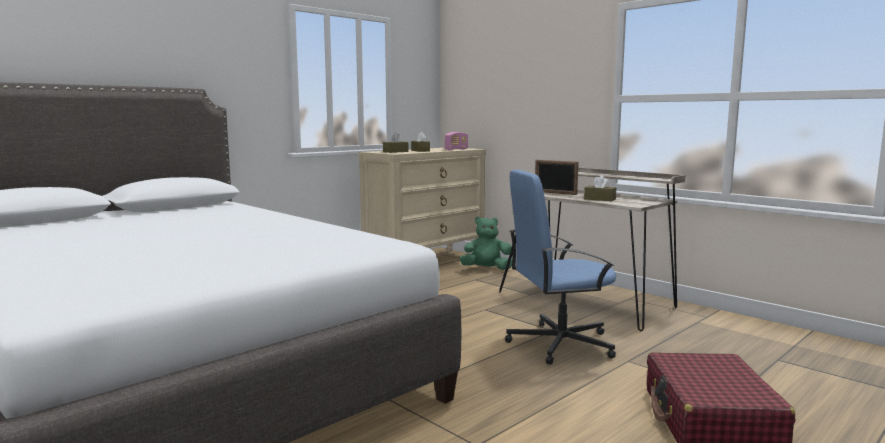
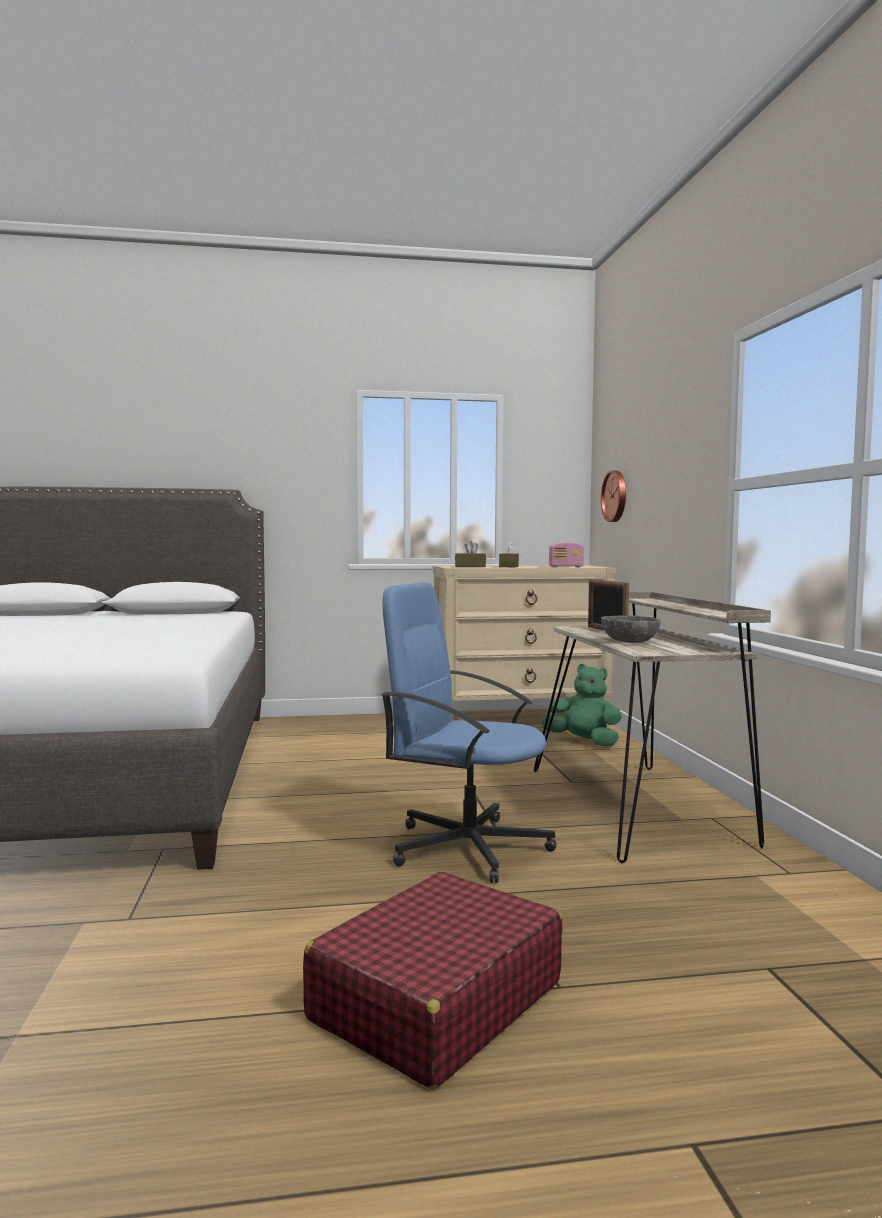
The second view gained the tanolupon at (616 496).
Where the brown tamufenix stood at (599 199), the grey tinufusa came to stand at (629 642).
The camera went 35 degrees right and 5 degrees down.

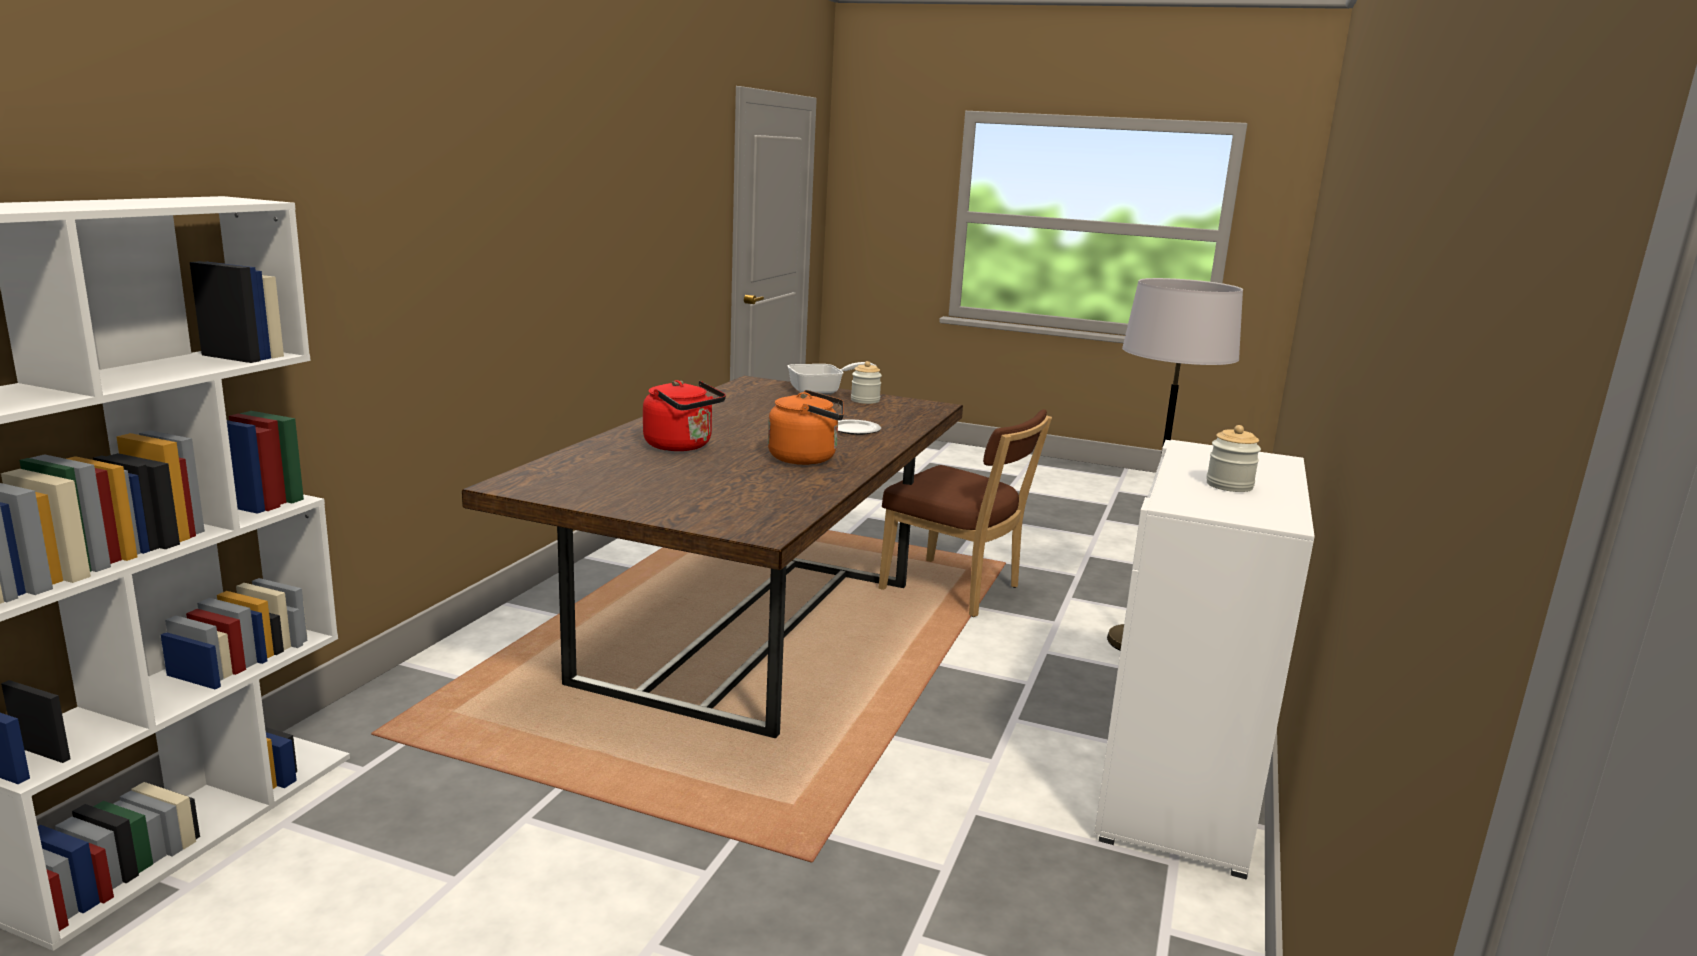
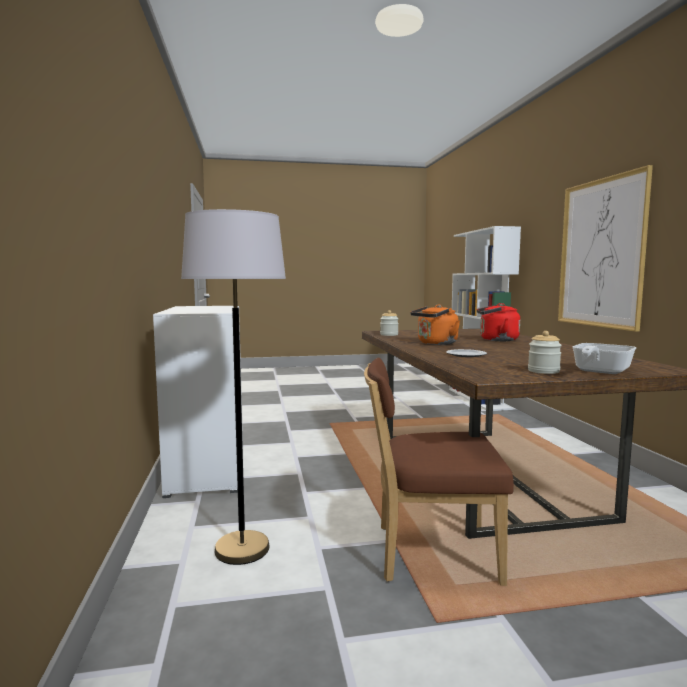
The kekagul ended up elsewhere, having gone from (1229 485) to (389 335).
The second view gained the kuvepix at (600 253).
The camera went 150 degrees right and 10 degrees down.

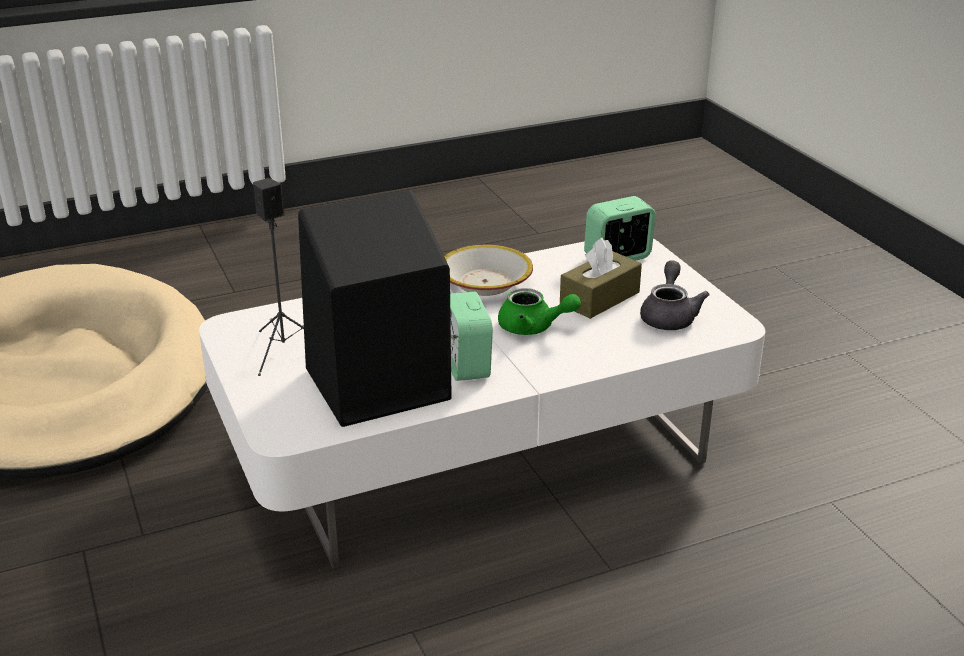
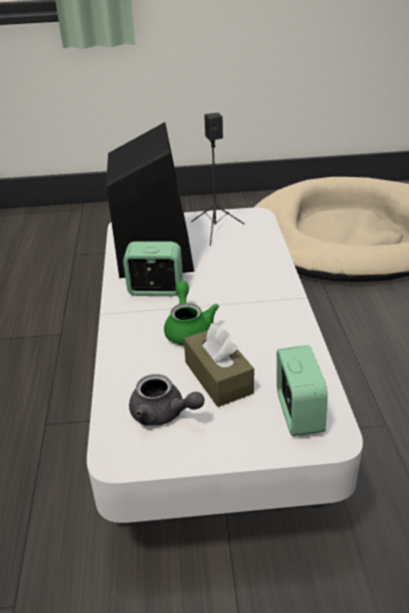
The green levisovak at (533 328) ended up facing another way, 135 degrees clockwise from before.
The second view lost the tinufusa at (485 283).
The camera went 110 degrees right and 5 degrees up.

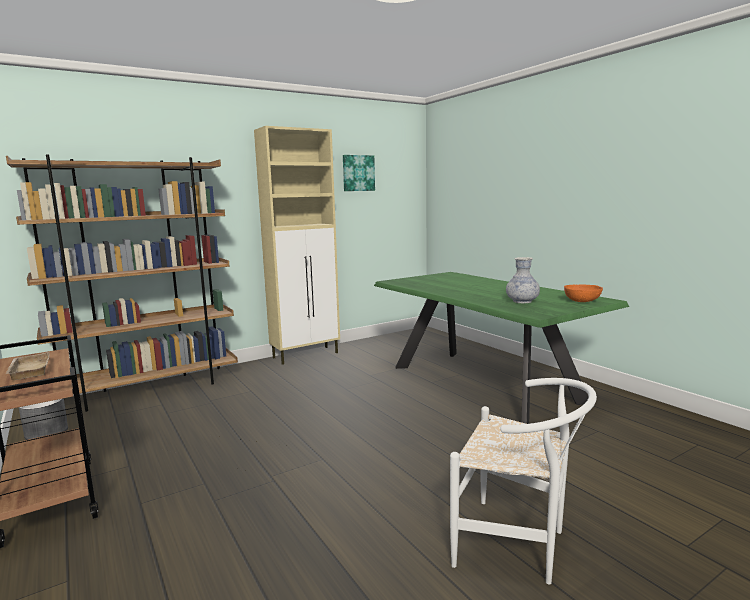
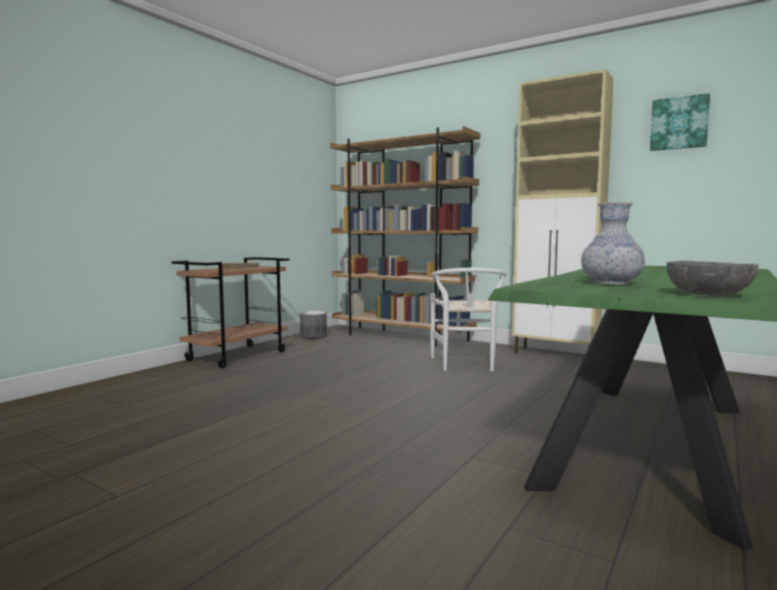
The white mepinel ended up elsewhere, having gone from (519 545) to (465 365).
What was the orange tinufusa at (582 301) turned into the grey tinufusa at (708 294).
The camera went 65 degrees right and 5 degrees down.

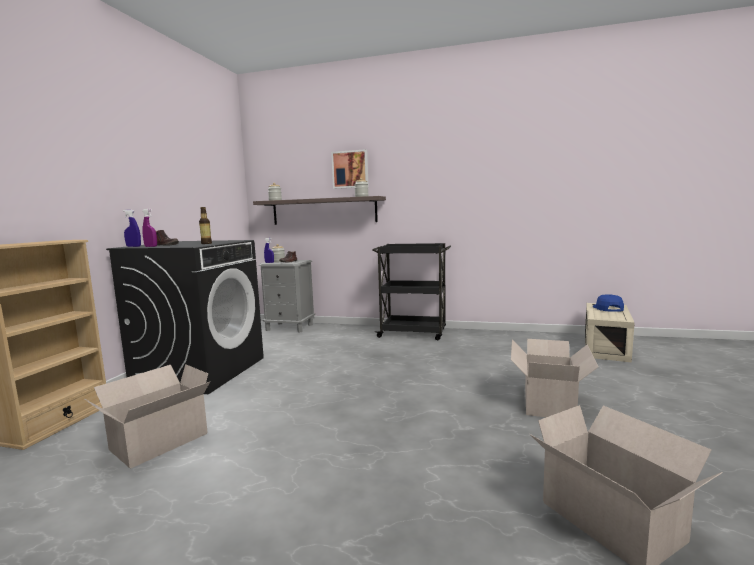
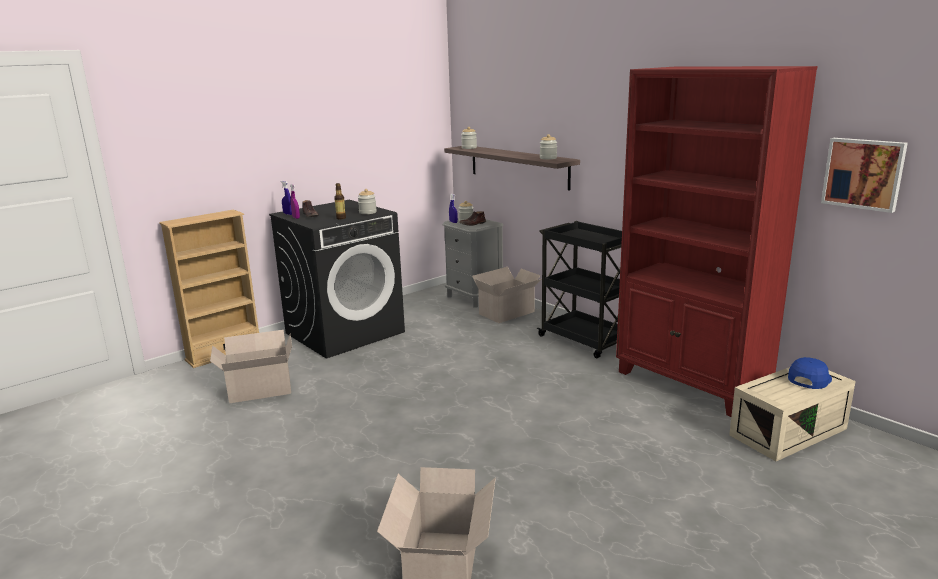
The second view gained the kekagul at (367 212).
The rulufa ended up elsewhere, having gone from (549 402) to (508 313).
The second view gained the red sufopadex at (691 384).
The kuvepix ended up elsewhere, having gone from (350 169) to (863 173).
The camera went 35 degrees right and 10 degrees up.

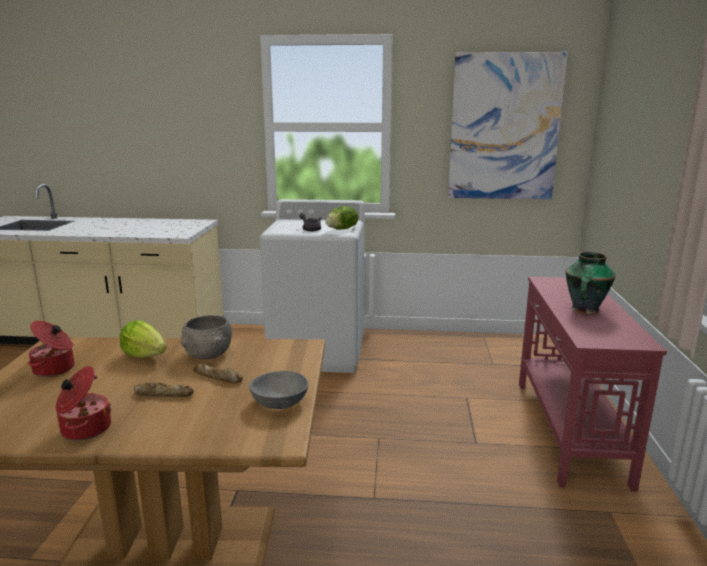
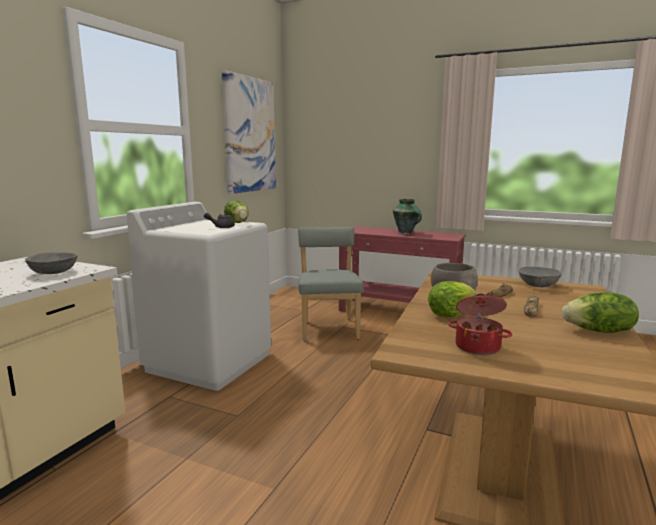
The second view gained the grey tinufusa at (53 272).
The second view gained the grey mepinel at (328 328).
Where the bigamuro stood at (84 429), the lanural came to stand at (599 331).
The camera went 70 degrees left and 5 degrees down.

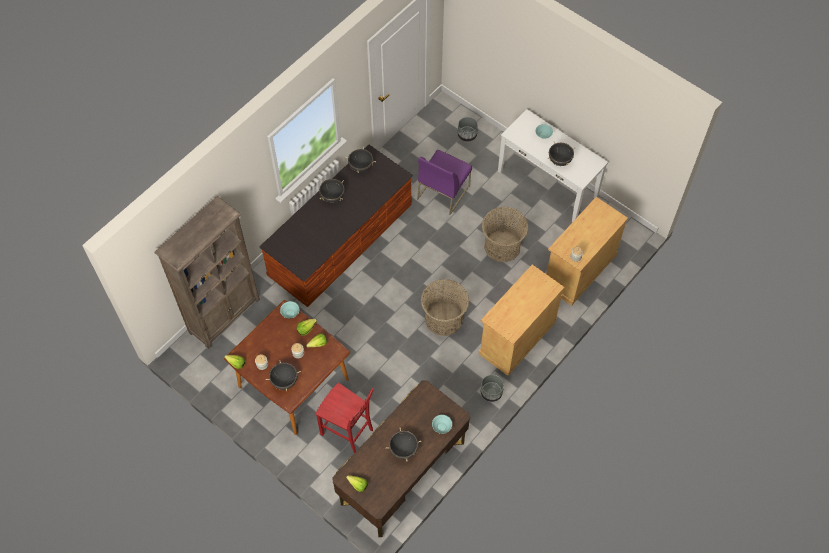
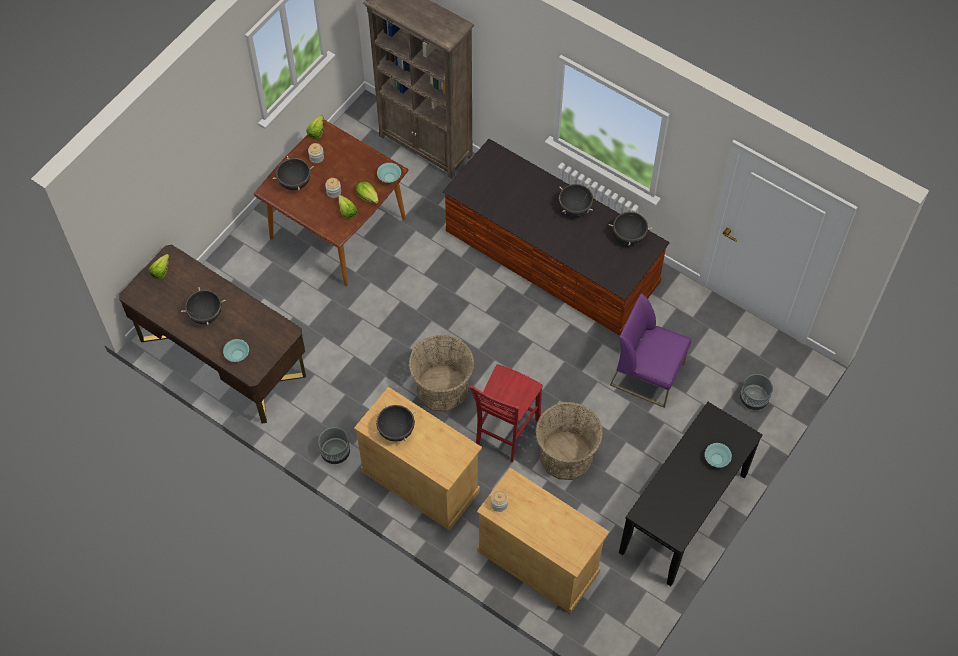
The black bigamuro ended up elsewhere, having gone from (559 160) to (396 430).
The red mepinel ended up elsewhere, having gone from (348 432) to (505 433).
What was the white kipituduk at (547 184) turned into the black kipituduk at (684 513).
The camera went 85 degrees right and 0 degrees up.

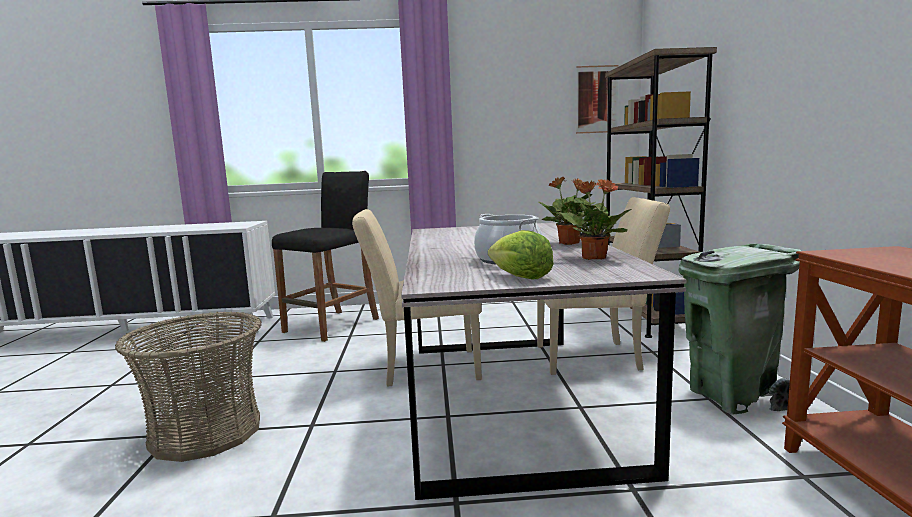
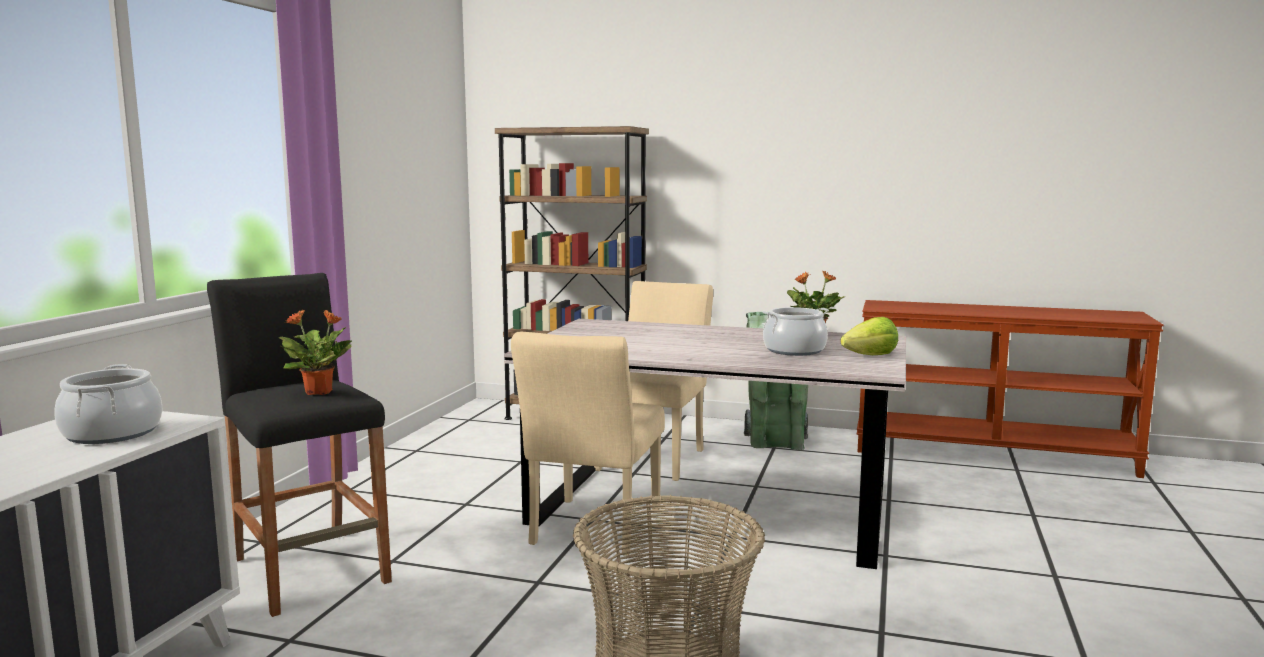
The second view gained the bigamuro at (111 433).
The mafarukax ended up elsewhere, having gone from (569 243) to (320 392).
The second view lost the kuvepix at (596 99).
The camera went 70 degrees left and 0 degrees up.

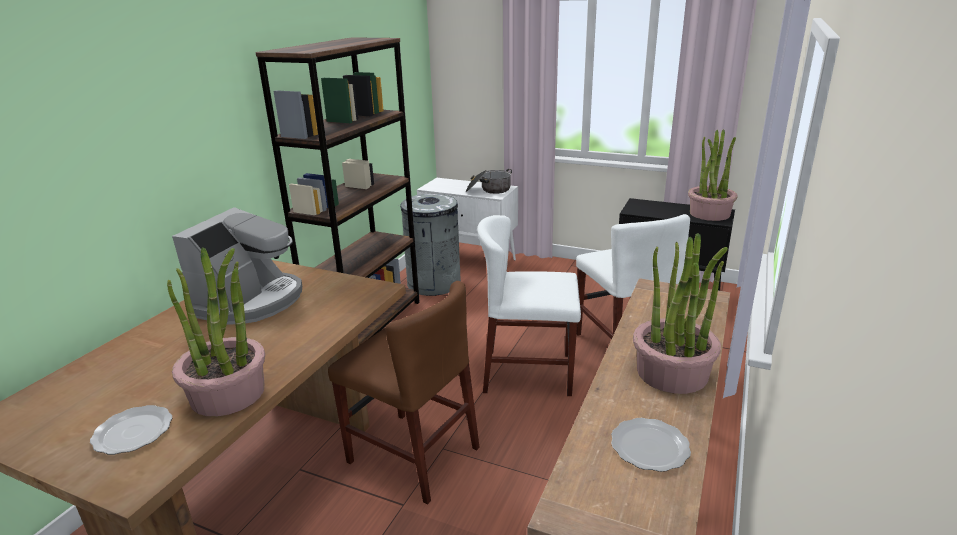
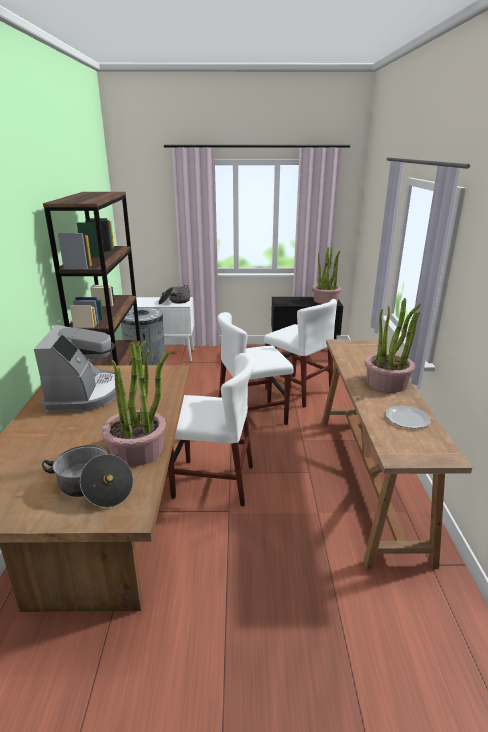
Where the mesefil stood at (134 431), the bigamuro came to stand at (93 487).
What was the brown mepinel at (413 455) turned into the white mepinel at (213 481).
The camera went 25 degrees left and 0 degrees up.

